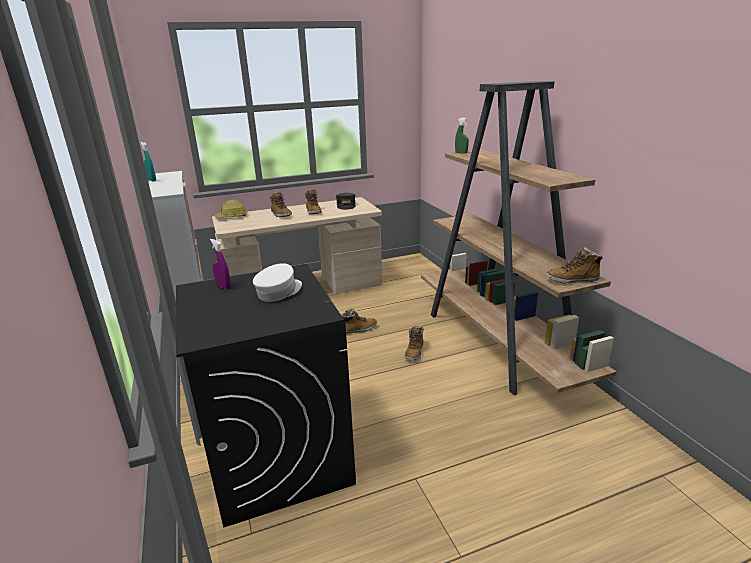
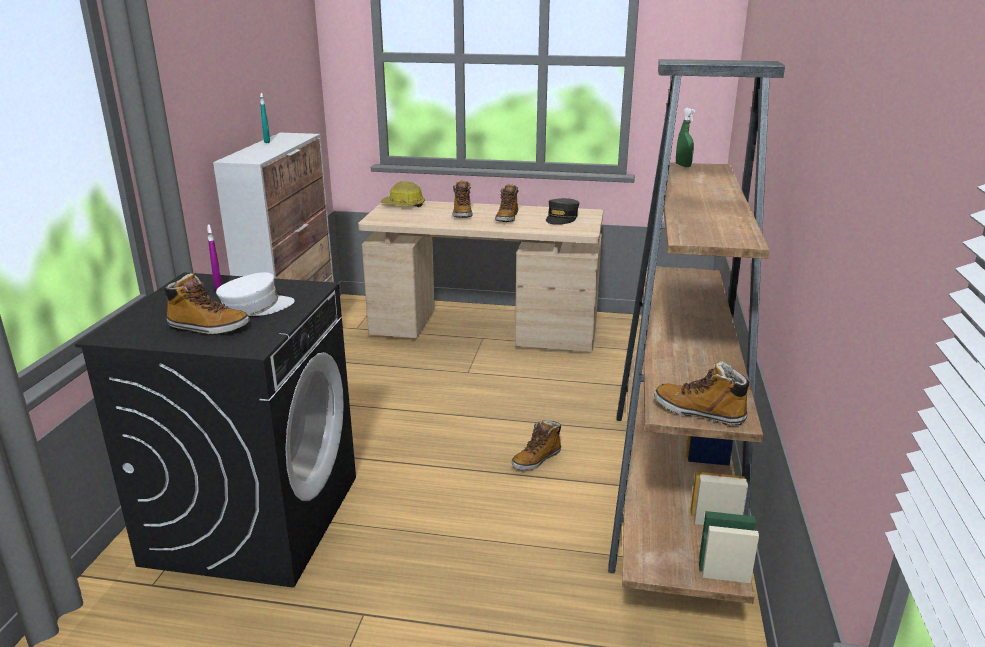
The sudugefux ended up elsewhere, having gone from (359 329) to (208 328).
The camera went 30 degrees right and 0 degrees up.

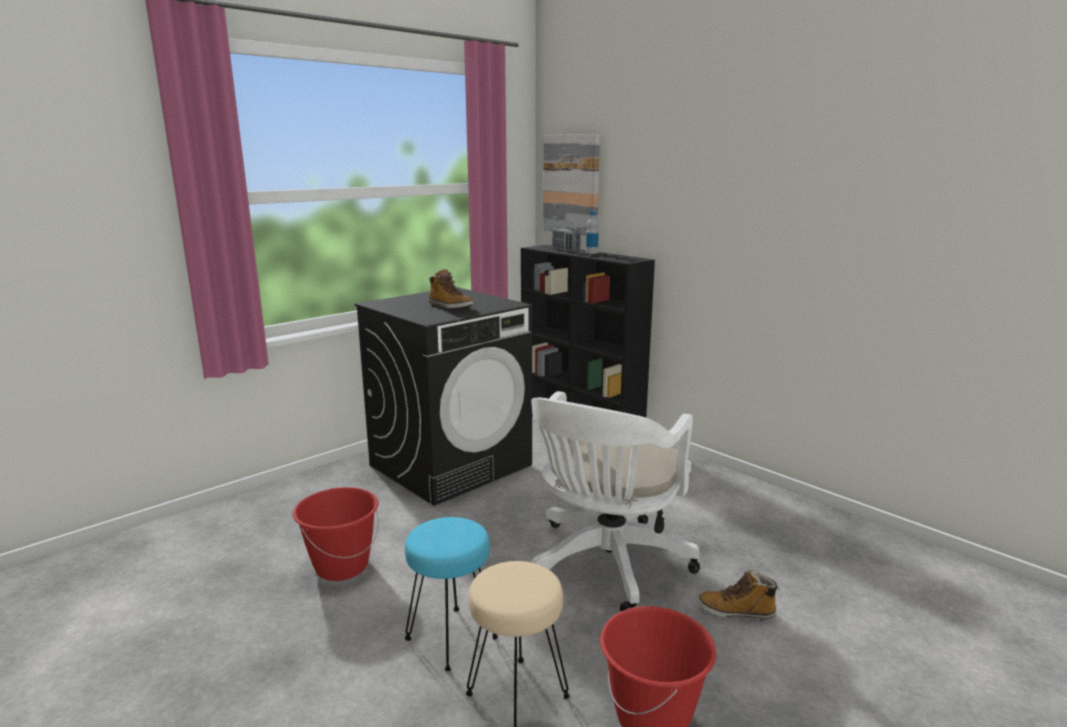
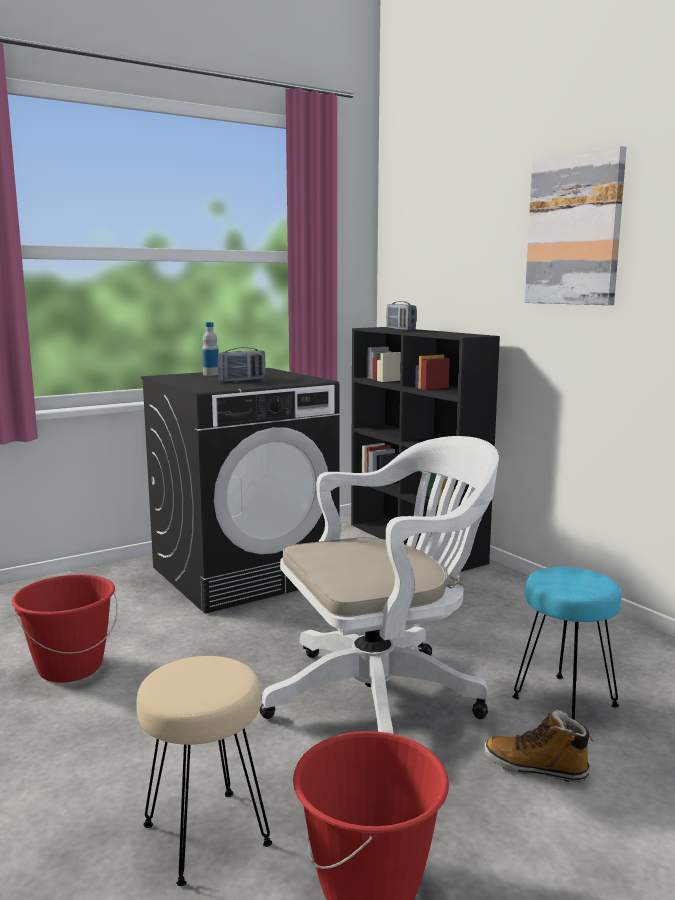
The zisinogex ended up elsewhere, having gone from (591 252) to (211 374).
Where the sudugefux stood at (450 306), the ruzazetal came to stand at (242 380).
The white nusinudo at (606 566) ended up facing another way, 150 degrees counterclockwise from before.
The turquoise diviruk ended up elsewhere, having gone from (451 637) to (564 701).
The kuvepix ended up elsewhere, having gone from (572 184) to (574 230).
The camera went 10 degrees right and 5 degrees down.

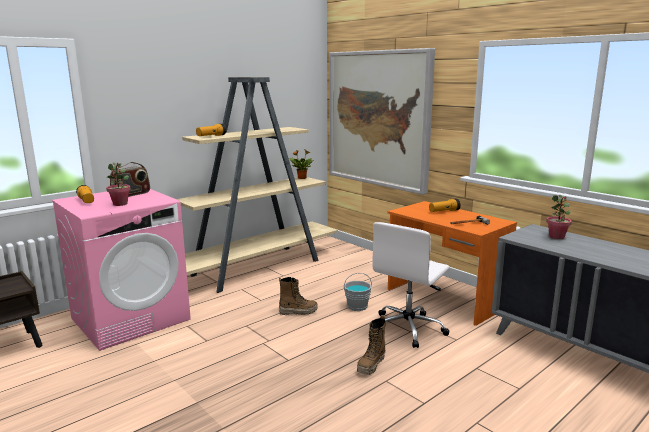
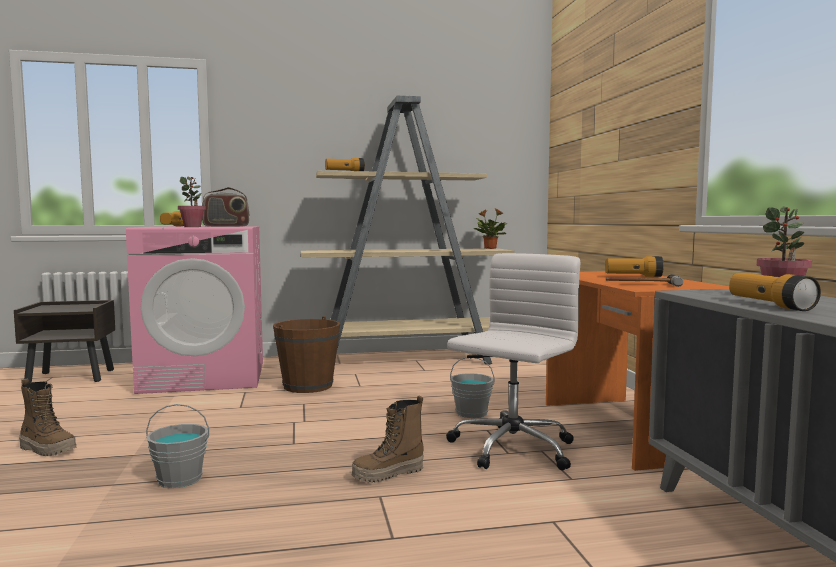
The sudugefux ended up elsewhere, having gone from (298 312) to (48 449).
The second view gained the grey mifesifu at (180 478).
The second view gained the brown mifesifu at (308 386).
The white nusinudo at (408 328) ended up facing another way, 150 degrees clockwise from before.
The second view gained the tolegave at (769 305).
The second view lost the kuvepix at (378 119).
The camera went 30 degrees right and 10 degrees down.

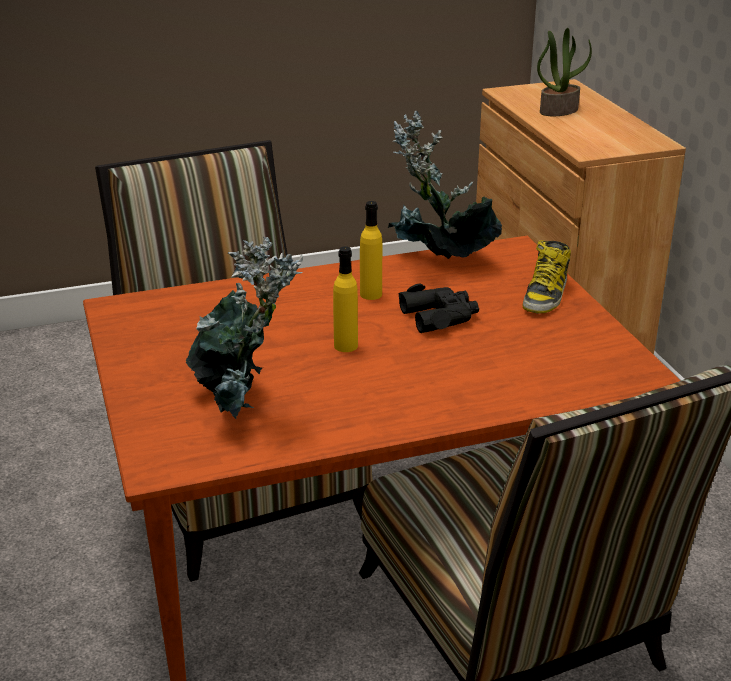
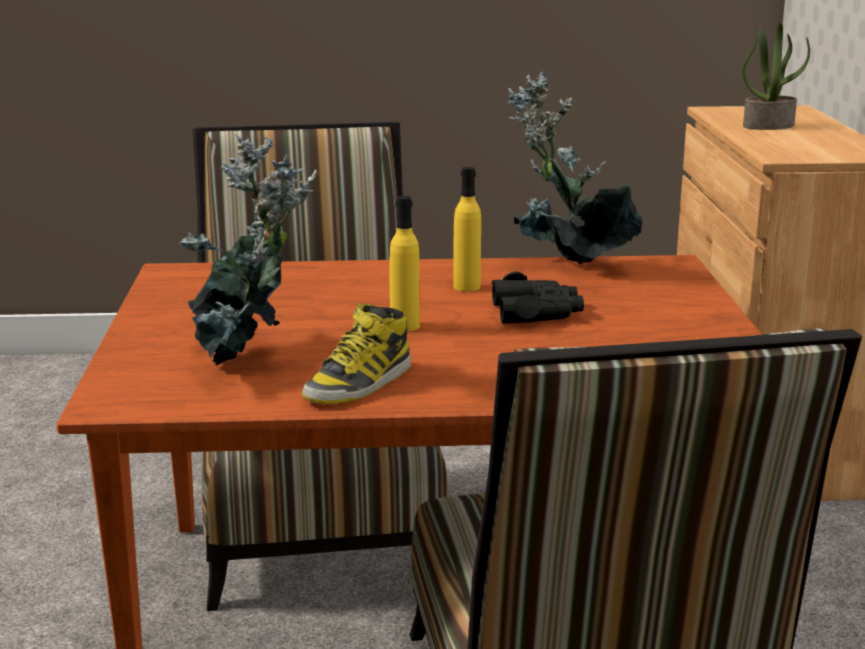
The sudugefux ended up elsewhere, having gone from (545 295) to (359 384).
The camera went 15 degrees right and 10 degrees down.

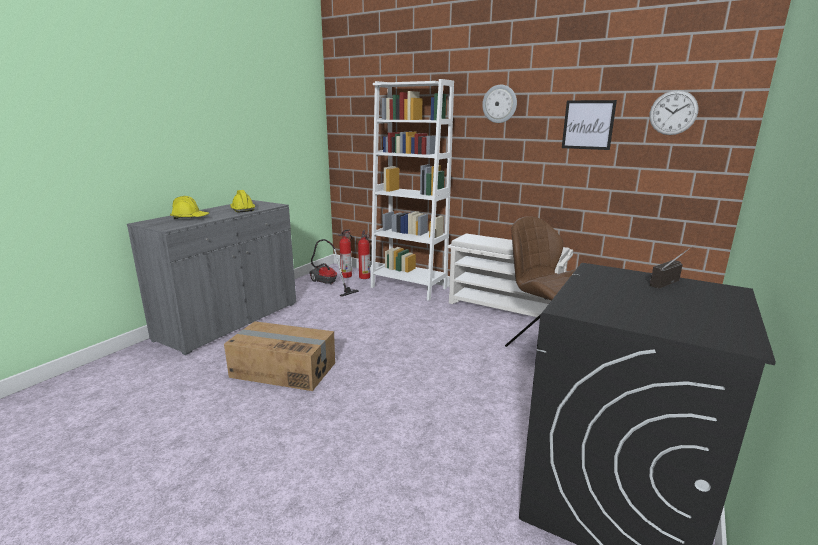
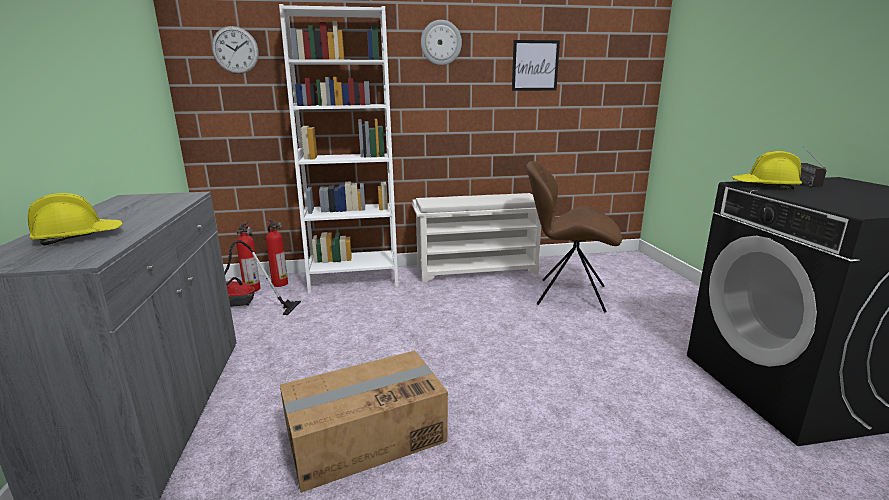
The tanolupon ended up elsewhere, having gone from (673 112) to (235 50).
The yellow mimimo ended up elsewhere, having gone from (242 209) to (765 186).
The camera went 40 degrees left and 0 degrees up.

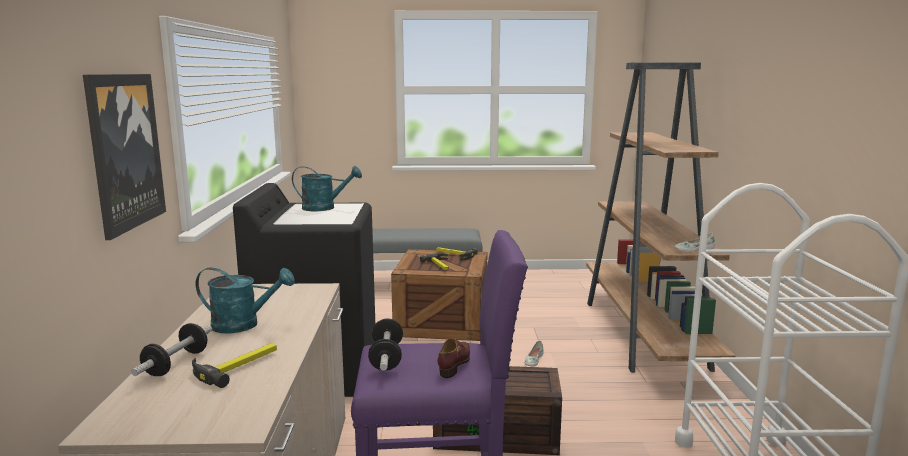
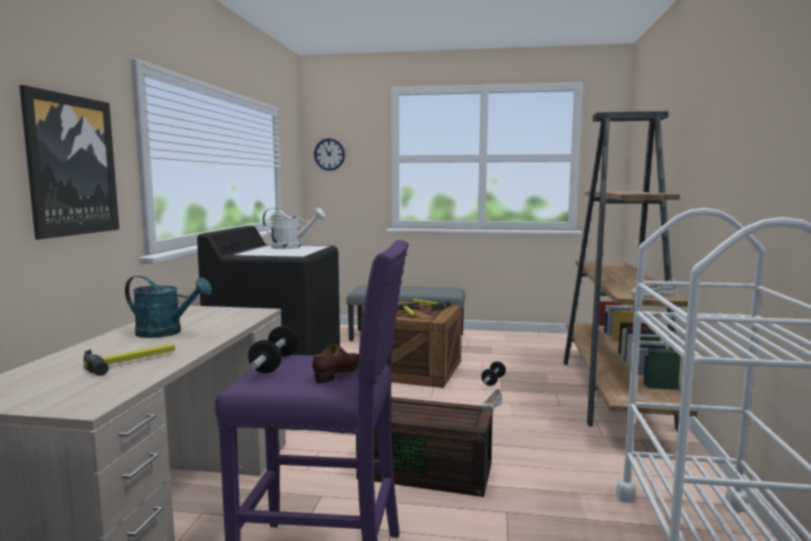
What was the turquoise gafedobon at (325 208) turned into the white gafedobon at (291 247).
The second view gained the tanolupon at (329 154).
The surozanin ended up elsewhere, having gone from (176 364) to (493 381).
The camera went 10 degrees right and 5 degrees down.

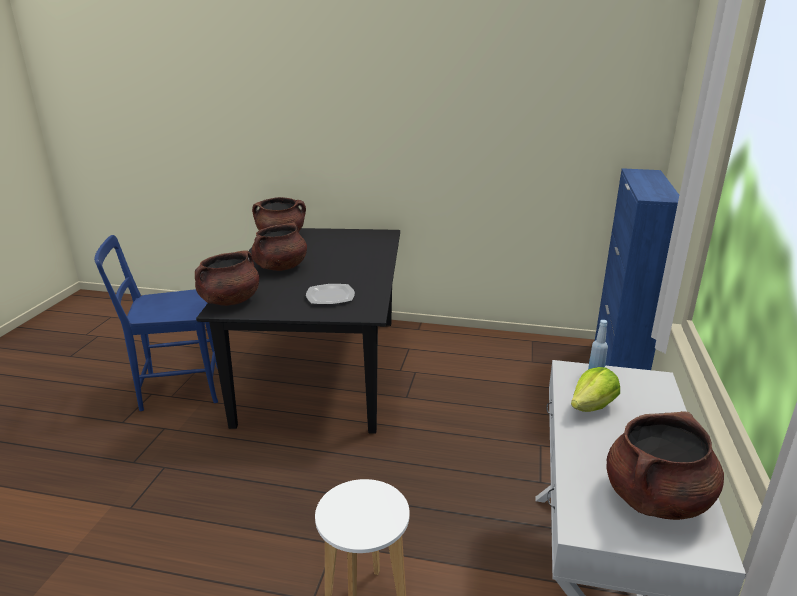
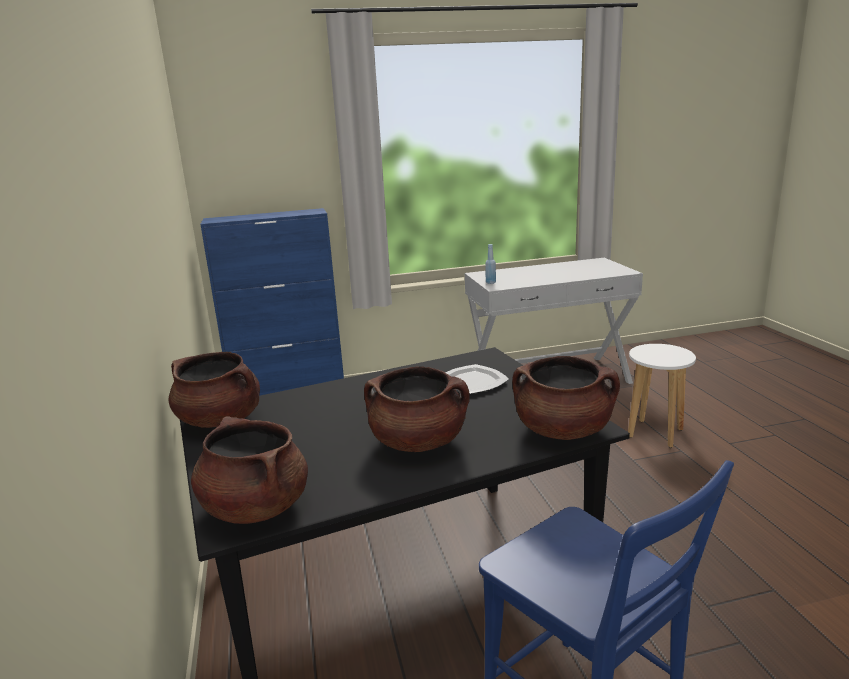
The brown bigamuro ended up elsewhere, having gone from (656 499) to (220 420).
The second view lost the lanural at (593 407).
The camera went 115 degrees left and 5 degrees down.

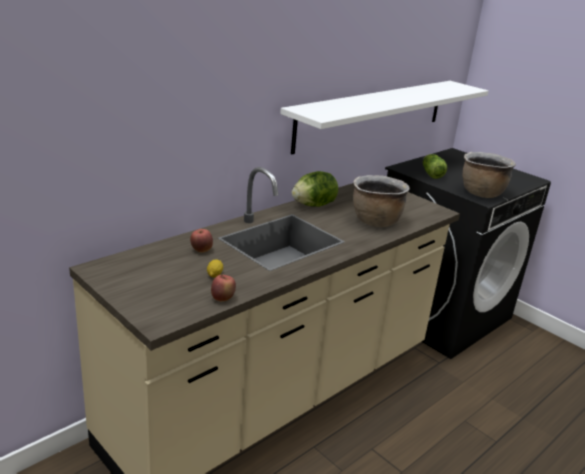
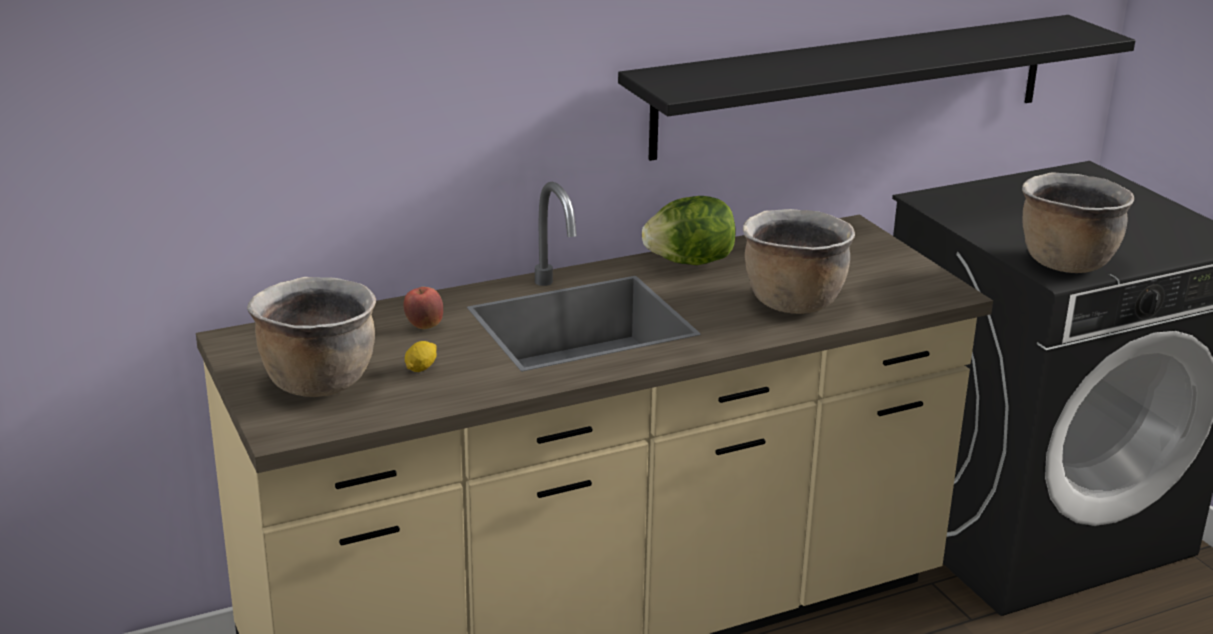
The second view gained the brown bigamuro at (318 381).
What was the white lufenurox at (373 114) turned into the black lufenurox at (854 85).
The second view lost the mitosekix at (222 299).
The second view lost the lanural at (431 173).
The camera went 20 degrees right and 0 degrees up.

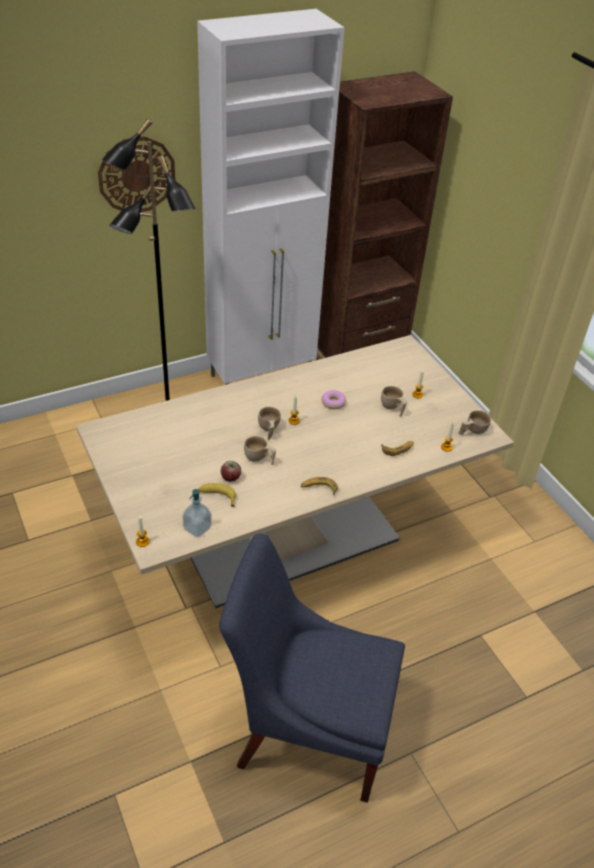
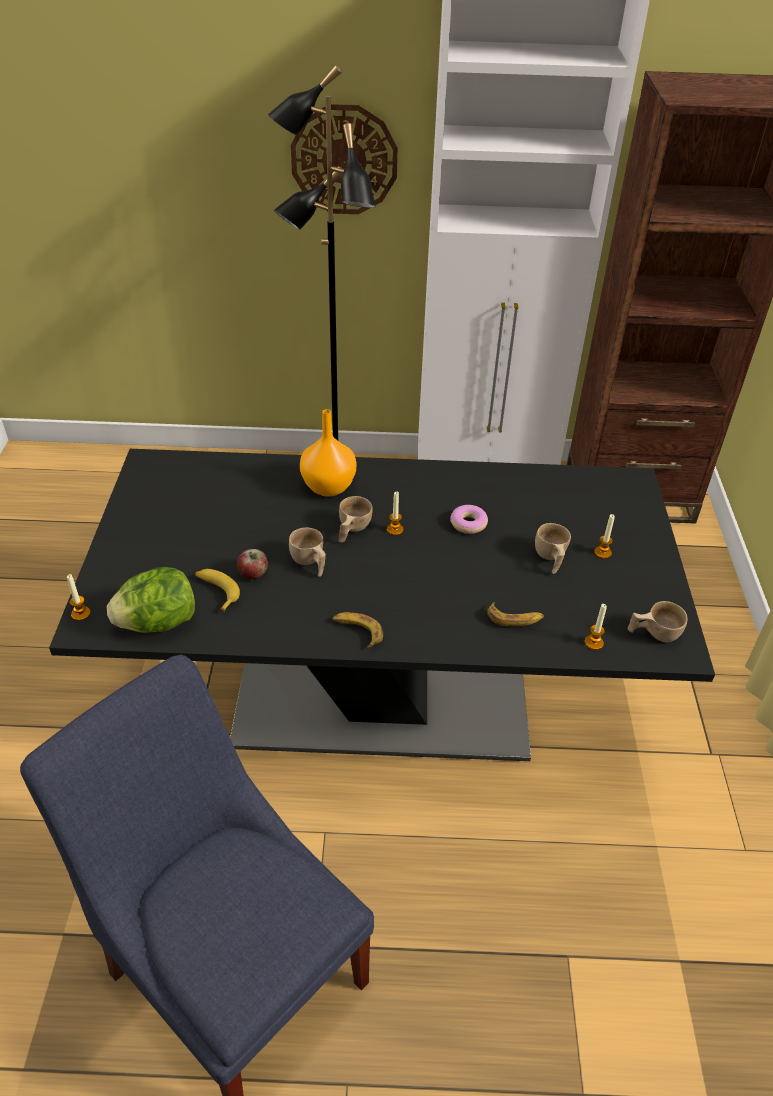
What was the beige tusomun at (289 539) turned into the black tusomun at (382 698).
Where the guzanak stood at (197 528), the lanural came to stand at (159 622).
The second view gained the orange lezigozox at (327 487).
The camera went 30 degrees right and 0 degrees up.

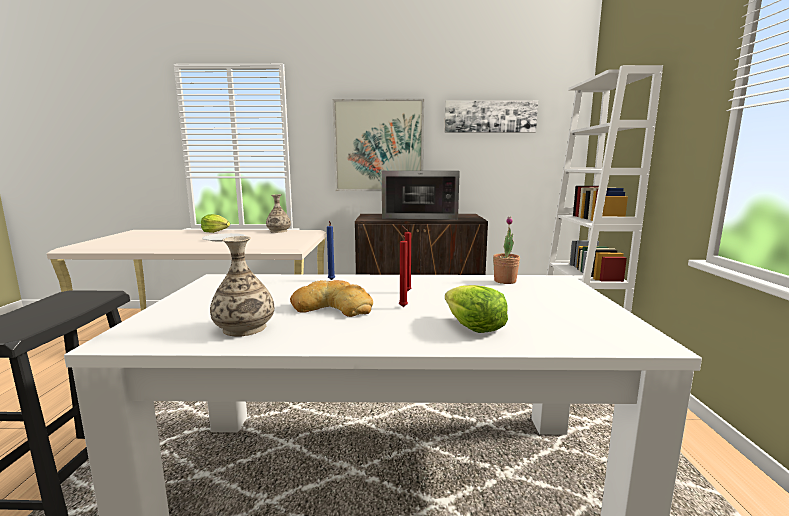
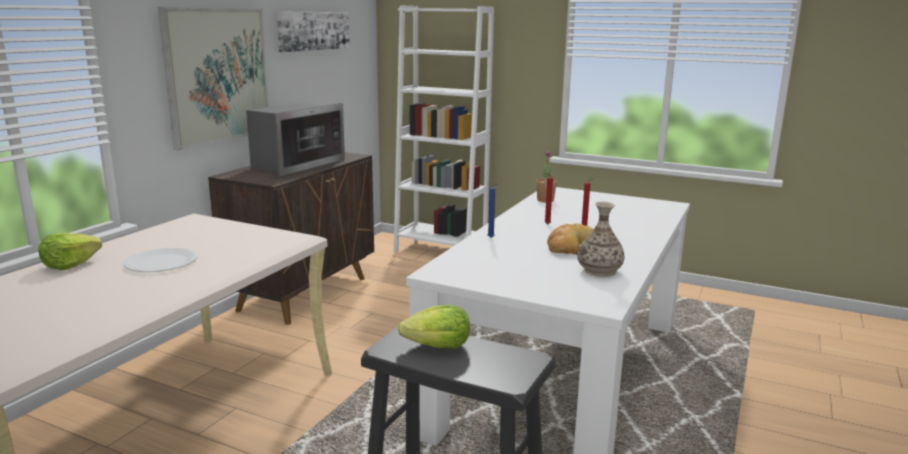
The lanural ended up elsewhere, having gone from (473 327) to (438 346).
The second view lost the lezigozox at (278 231).
The camera went 65 degrees left and 5 degrees up.

